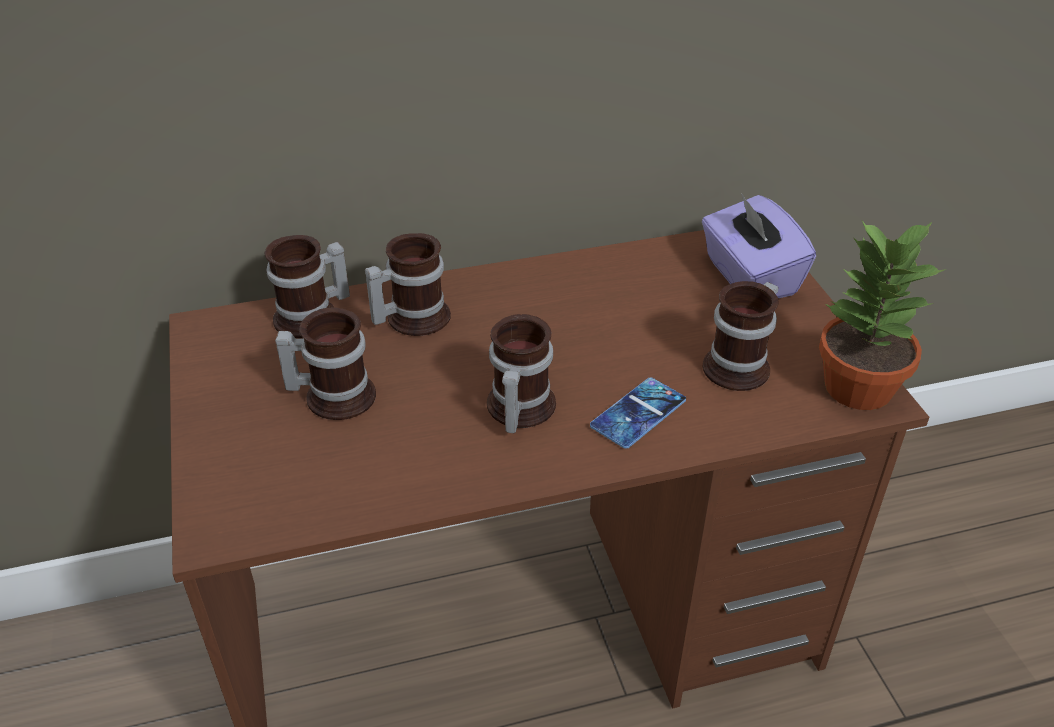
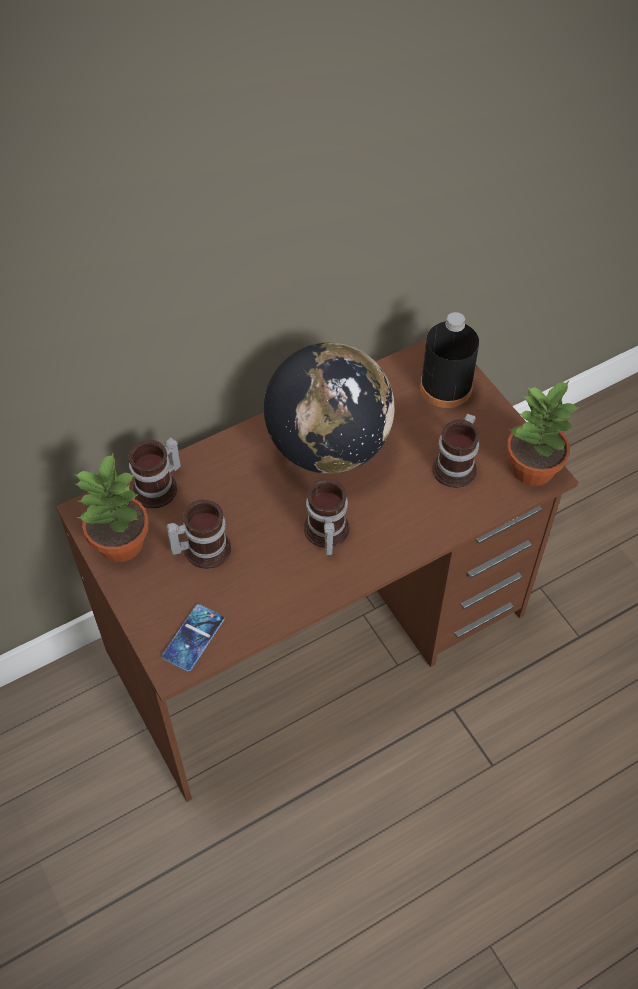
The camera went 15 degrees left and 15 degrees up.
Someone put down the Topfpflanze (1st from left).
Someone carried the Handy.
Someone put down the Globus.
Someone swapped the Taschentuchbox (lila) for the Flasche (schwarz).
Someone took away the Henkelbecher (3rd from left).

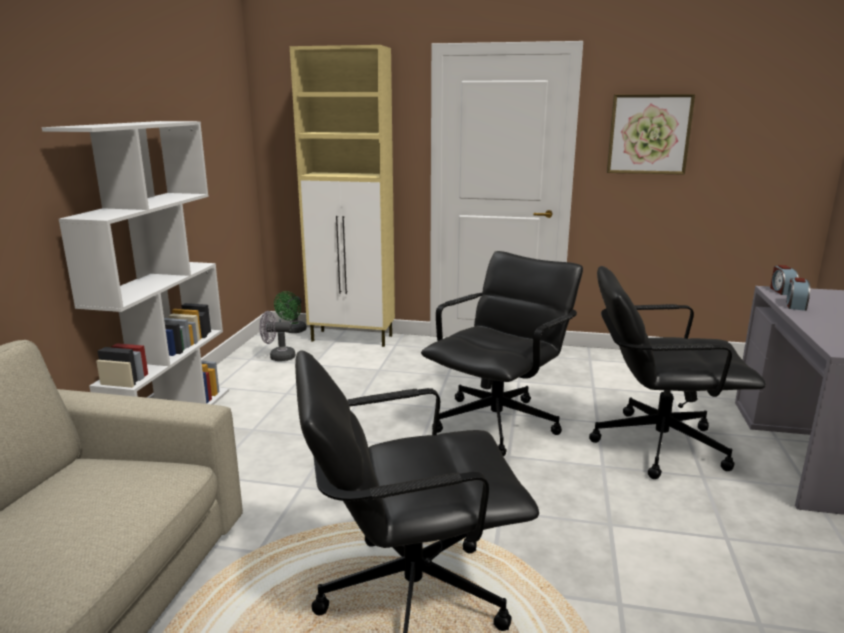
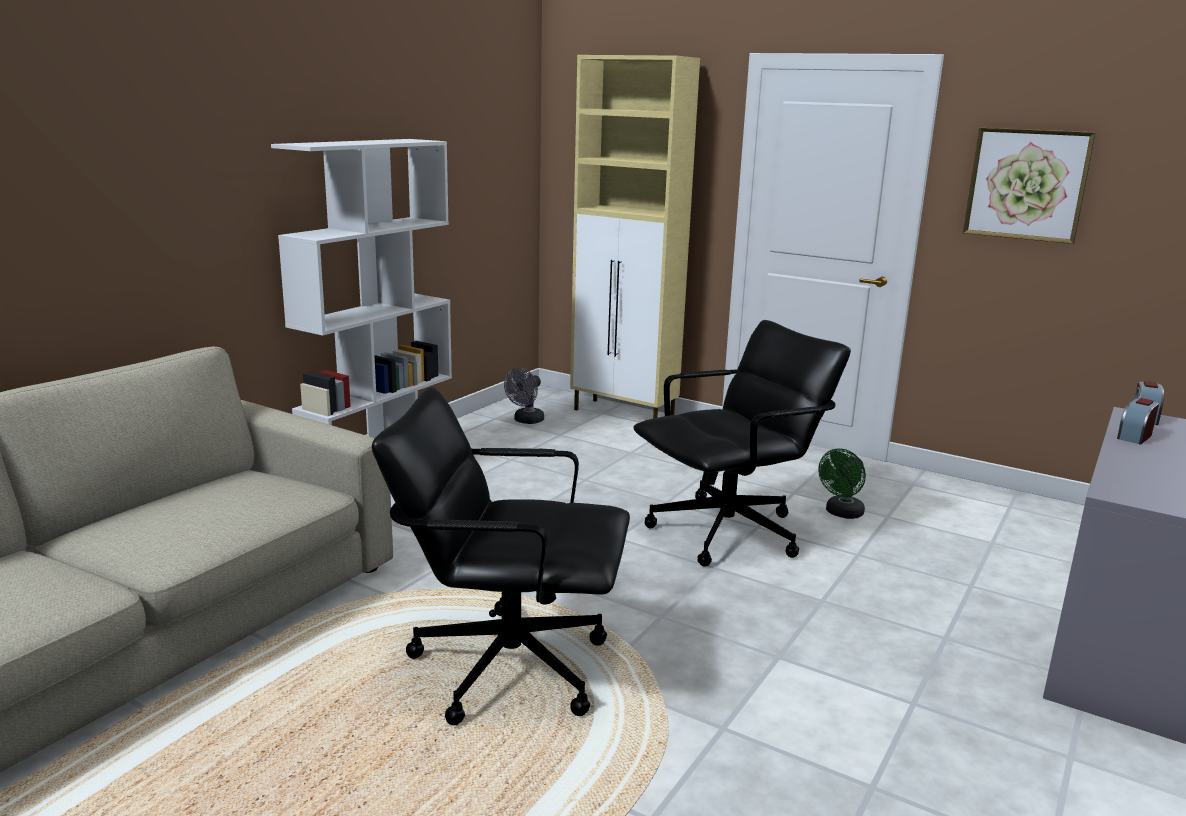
The camera went 20 degrees right and 0 degrees up.
Someone rotated the Ventilator (grau) by 75 degrees counterclockwise.
Someone carried the Ventilator (grün).
Someone took away the Bürostuhl (schwarz) (3rd from left).

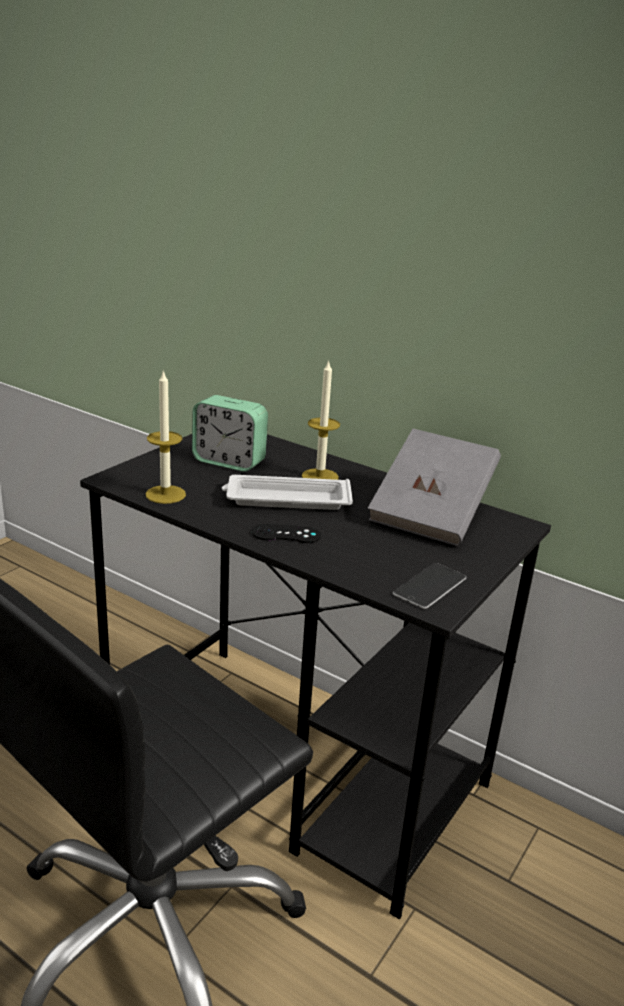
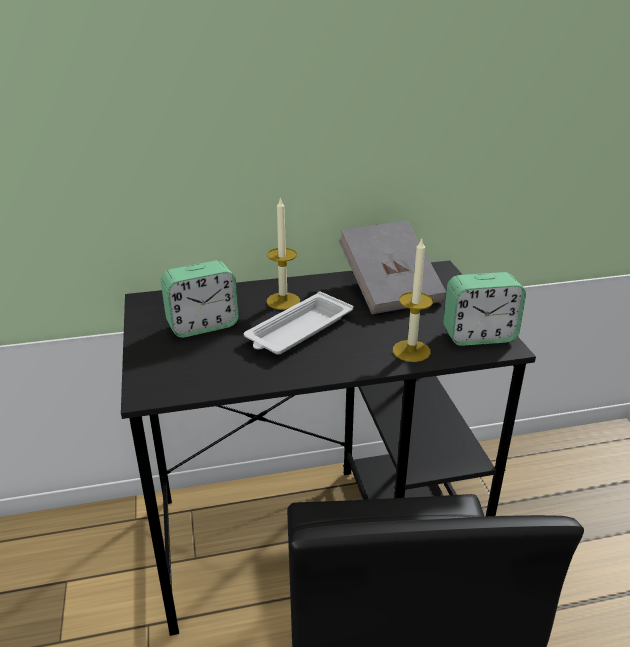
The camera went 45 degrees left and 5 degrees up.
Someone carried the Kerze (1st from left in the first image).
Someone swapped the Handy for the Wecker (2nd from left).
Someone took away the Gamepad (schwarz).

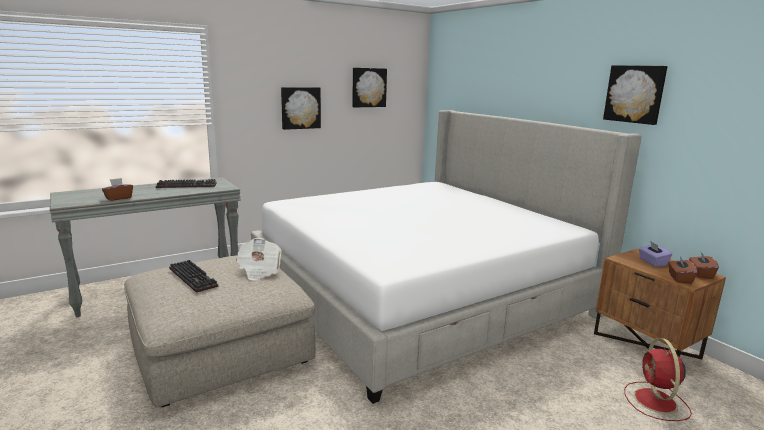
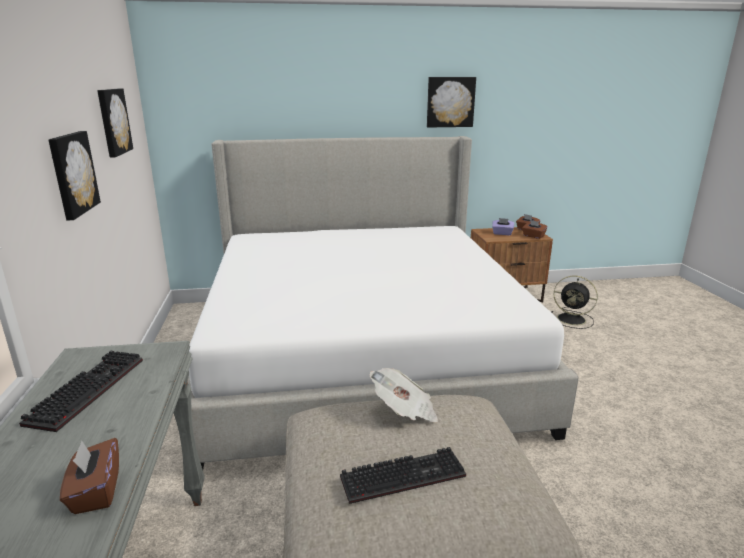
The camera went 65 degrees left and 5 degrees up.
Someone repainted the Ventilator (rot), which became the Ventilator (schwarz).

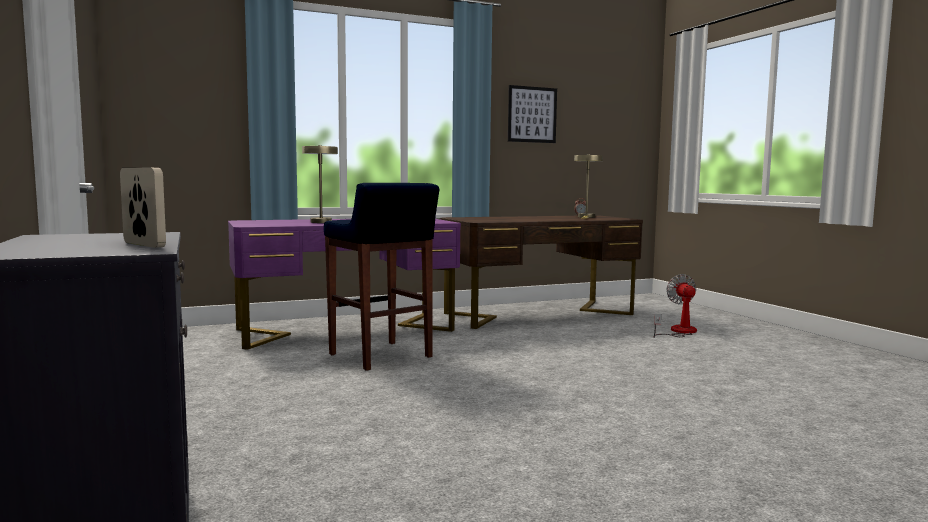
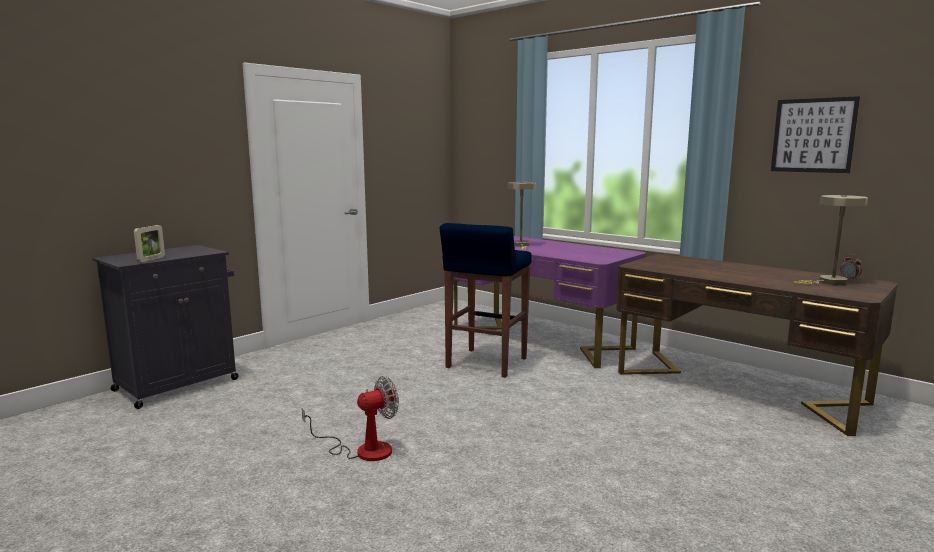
The camera went 65 degrees right and 5 degrees up.
Someone carried the Ventilator.

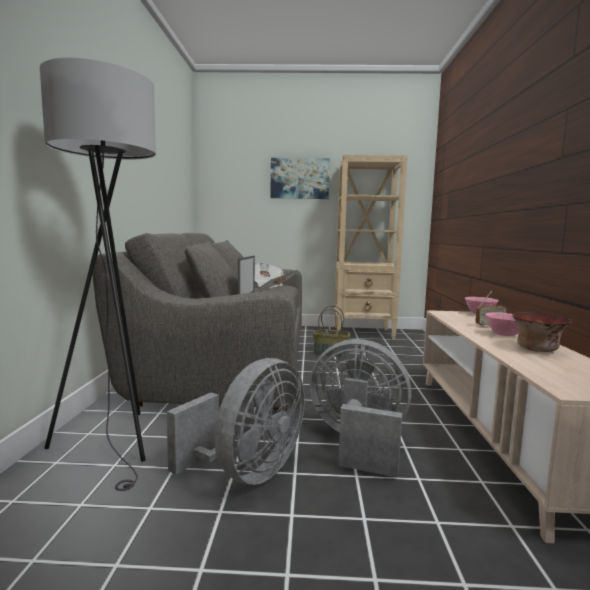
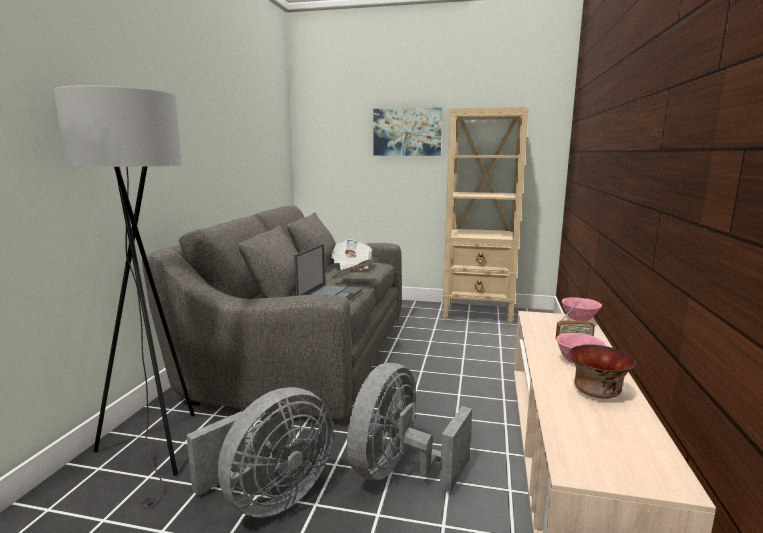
The camera went 10 degrees right and 5 degrees up.
Someone rotated the Ventilator (grau) (2nd from left) by 90 degrees counterclockwise.
Someone took away the Korb.

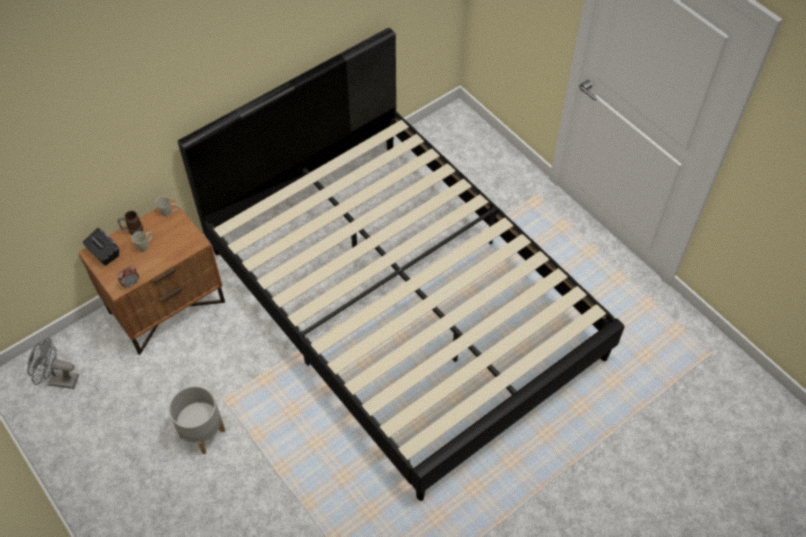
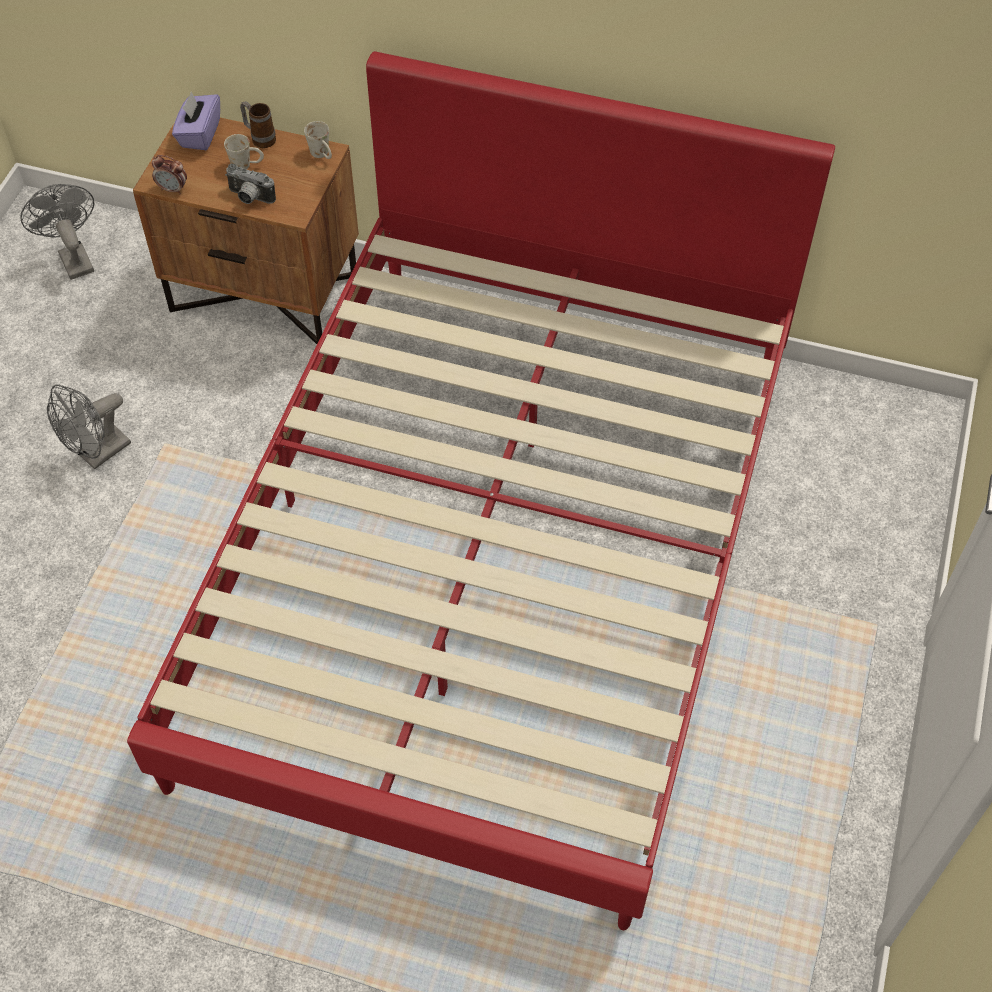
The camera went 55 degrees right and 0 degrees up.
Someone swapped the Pflanzkübel (grau) for the Ventilator (grau) (2nd from left).
Someone repainted the Bett (schwarz), which became the Bett (rot).
Someone repainted the Taschentuchbox (schwarz), which became the Taschentuchbox (lila).
Someone put down the Kamera.

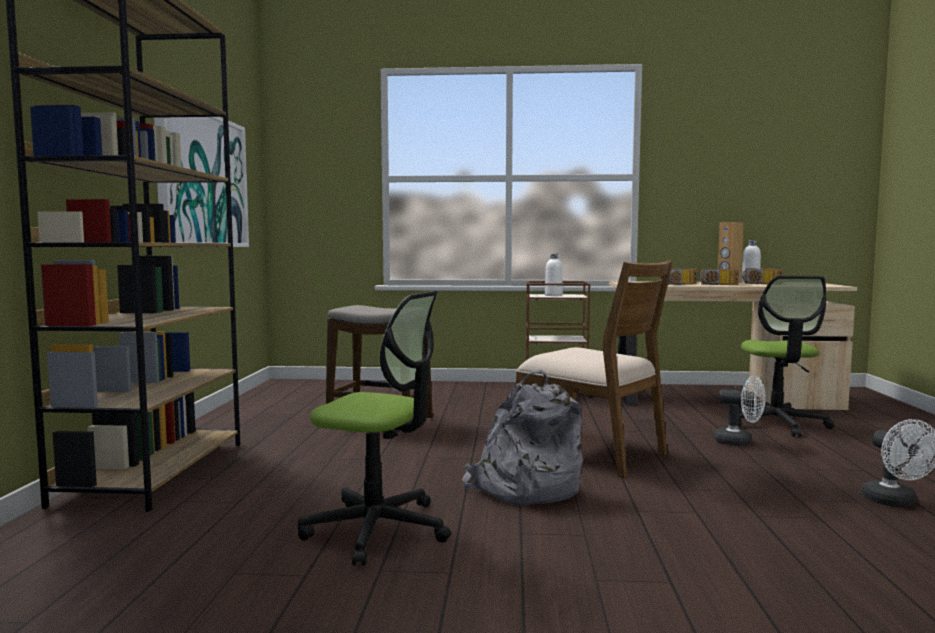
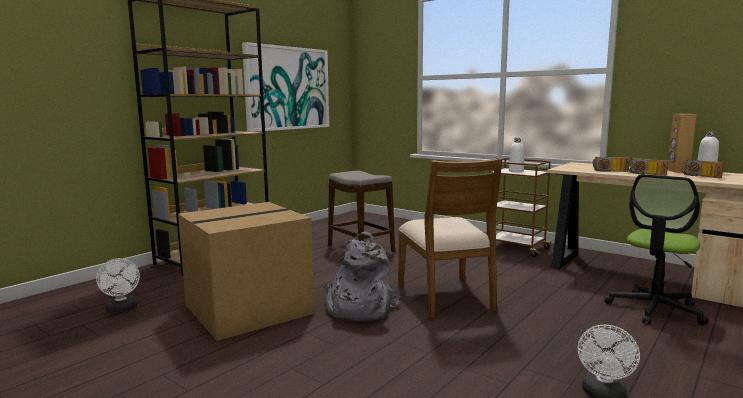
The camera went 35 degrees right and 5 degrees up.
Someone carried the Ventilator (weiß) (1st from left).
Someone swapped the Bürostuhl (1st from left) for the Karton.

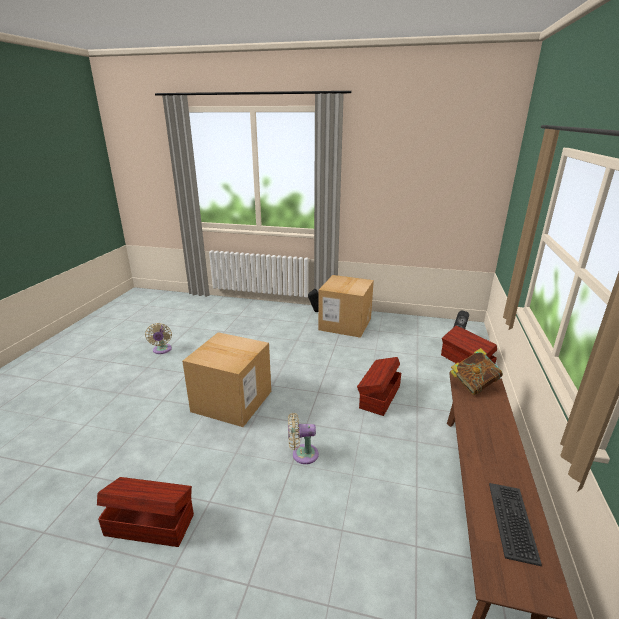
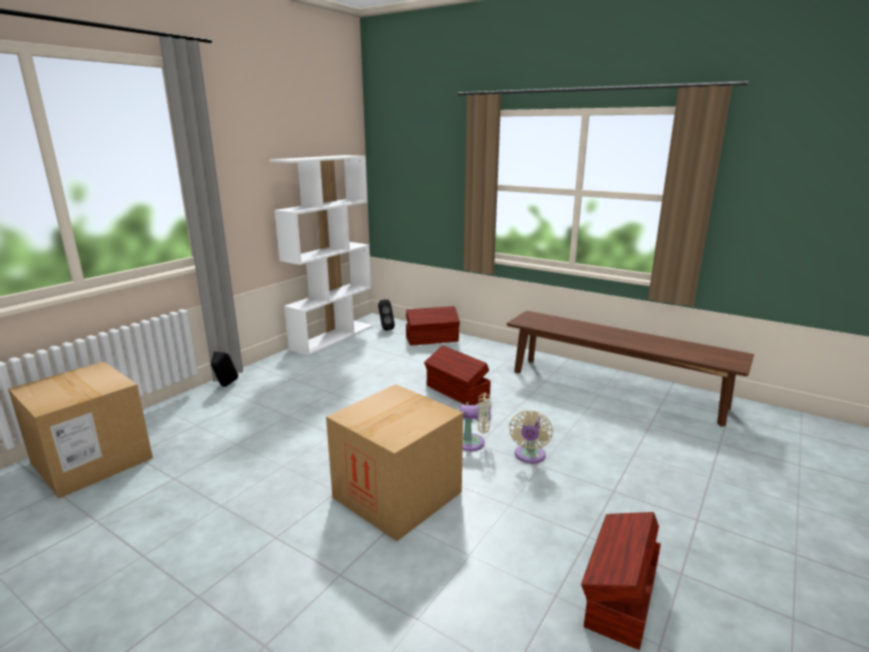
The camera went 70 degrees left and 5 degrees down.
Someone carried the Karton (2nd from left in the first image).
Someone put down the Bücherregal (weiß).
Someone carried the Ventilator (beige) (1st from left).
Someone took away the Buch.
Someone took away the Tastatur.

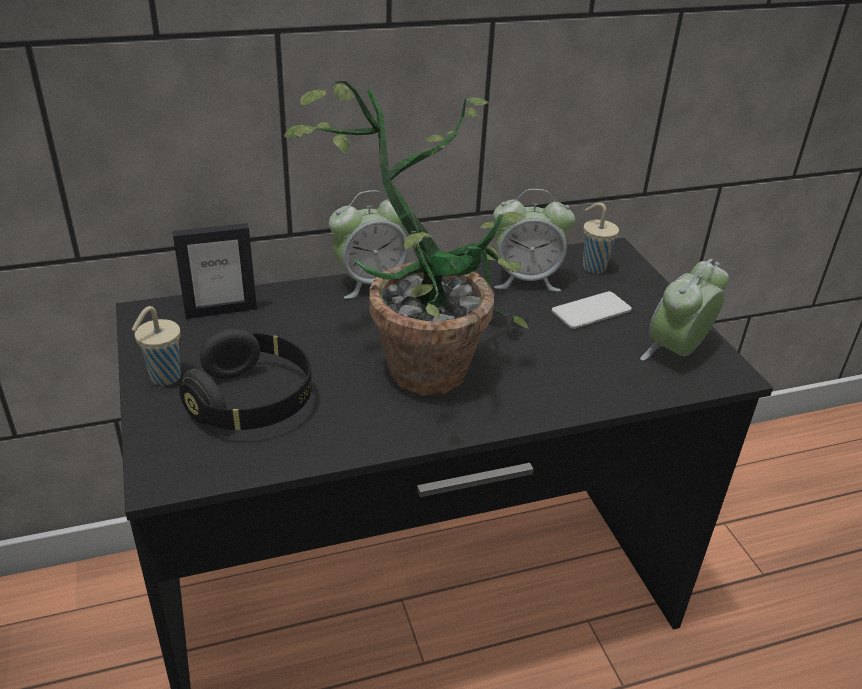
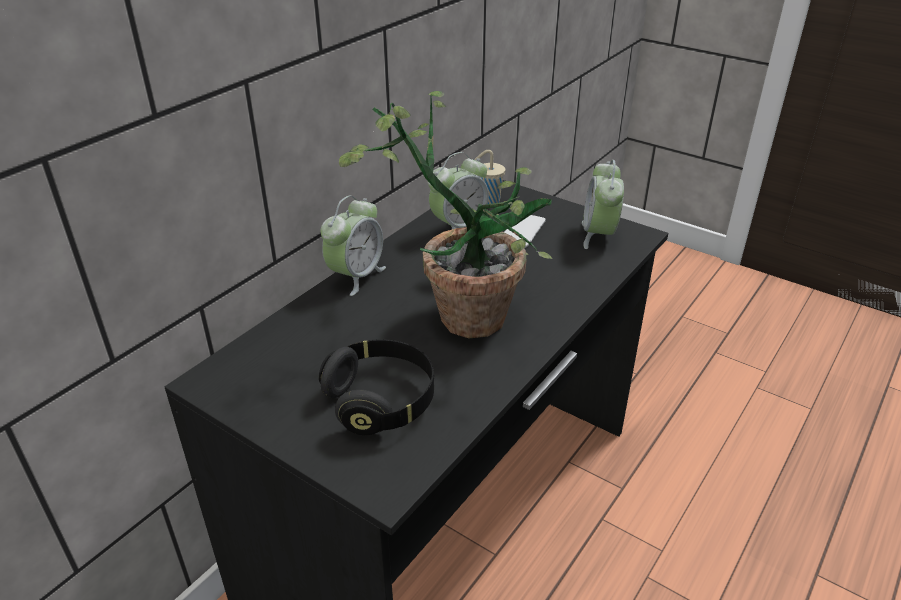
The camera went 35 degrees left and 0 degrees up.
Someone took away the Tasse (beige) (1st from left).
Someone took away the Bilderrahmen.

